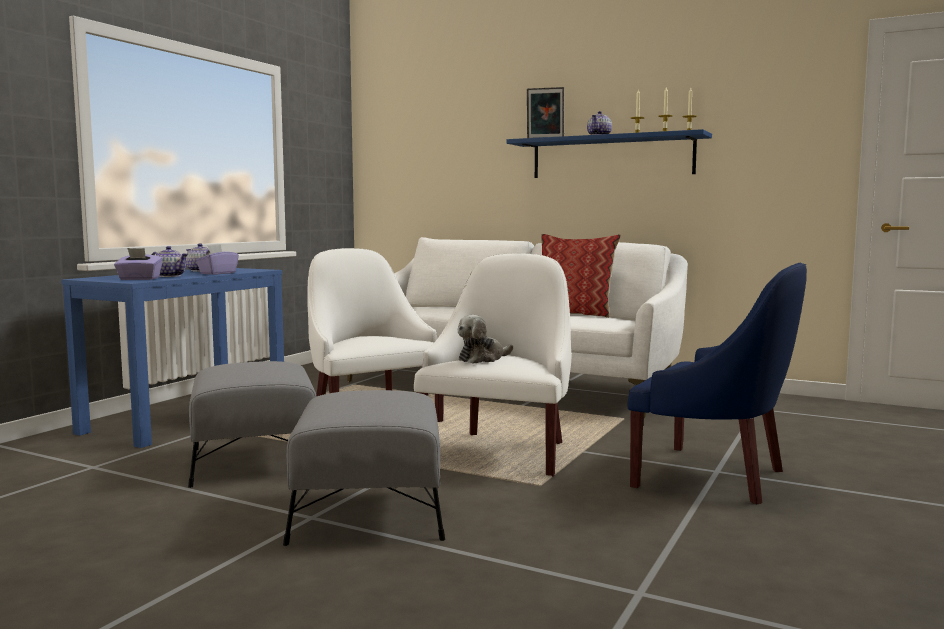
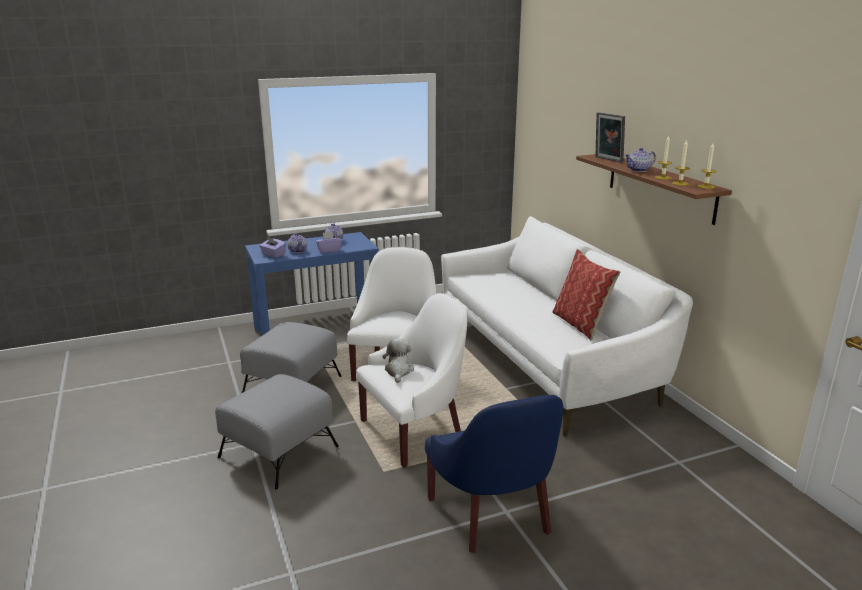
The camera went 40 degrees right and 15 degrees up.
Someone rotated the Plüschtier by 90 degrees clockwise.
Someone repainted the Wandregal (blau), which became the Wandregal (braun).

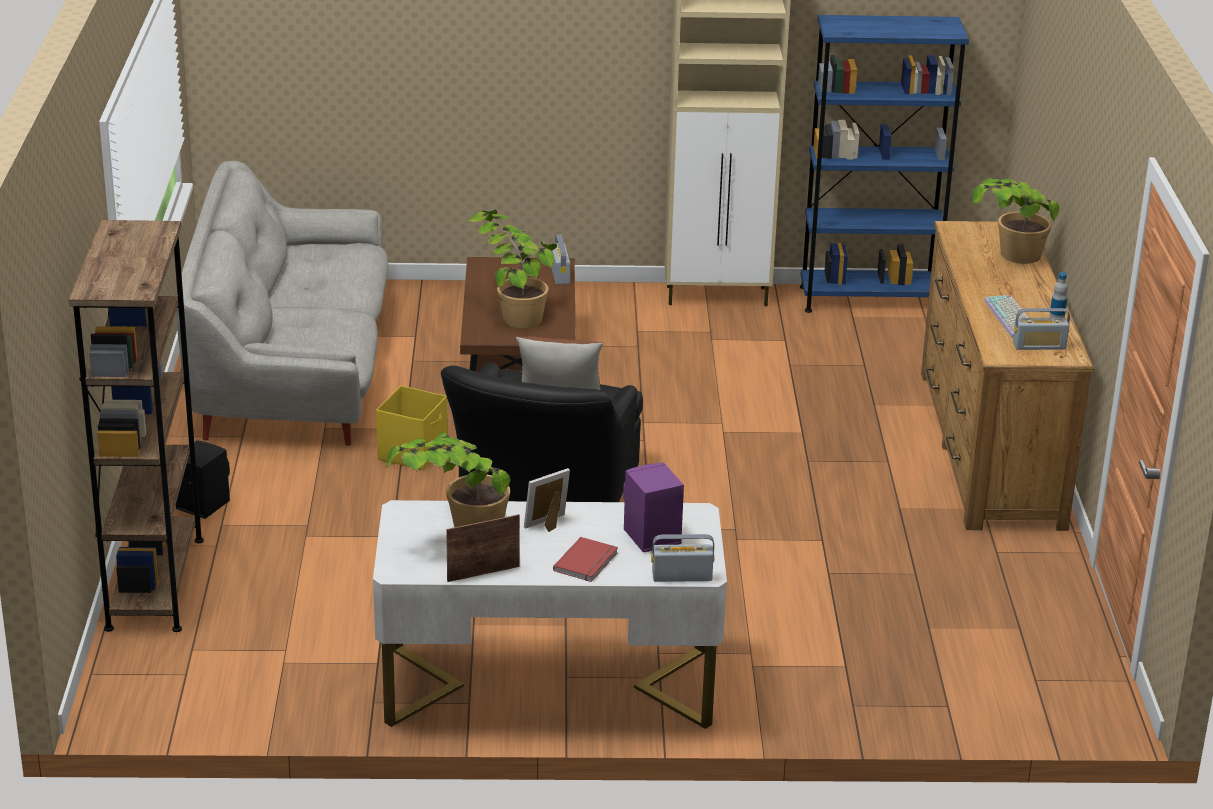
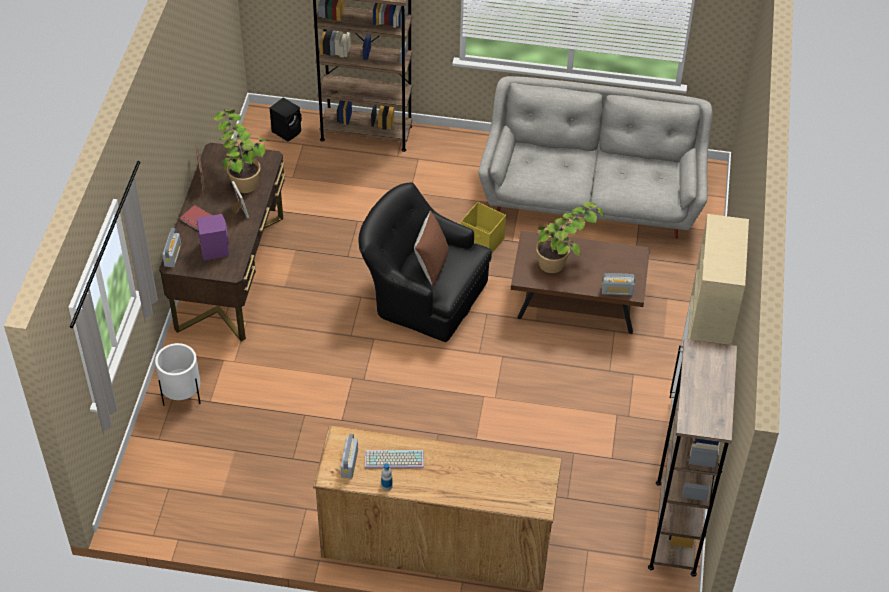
The camera went 100 degrees right and 20 degrees up.
Someone put down the Pflanzkübel (weiß).
Someone repainted the Schreibtisch (weiß), which became the Schreibtisch (braun).
Someone carried the Lautsprecher (schwarz).
Someone repainted the Bücherregal (blau), which became the Bücherregal (braun) (2nd from left).
Someone took away the Topfpflanze (3rd from left).

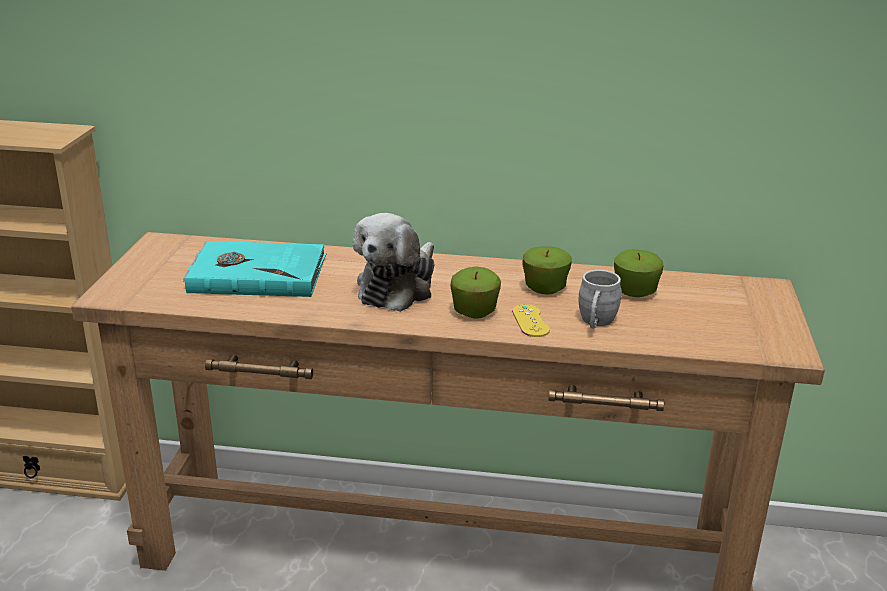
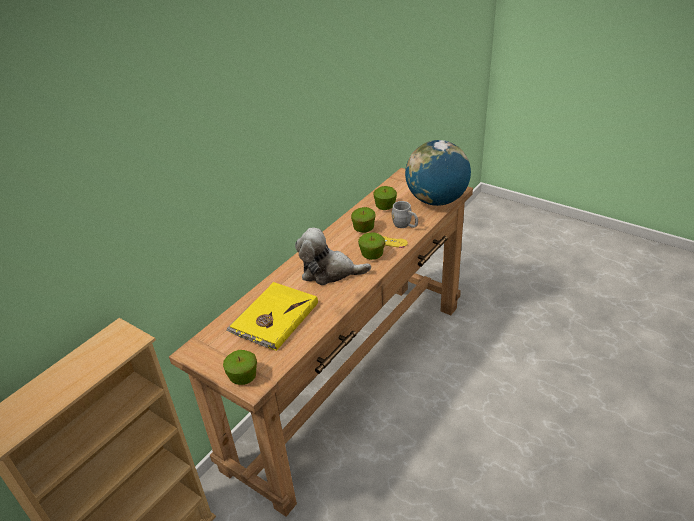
The camera went 60 degrees left and 10 degrees up.
Someone put down the Apfel (1st from left).
Someone repainted the Buch (türkis), which became the Buch (gelb).
Someone rotated the Plüschtier by 135 degrees clockwise.
Someone put down the Globus.

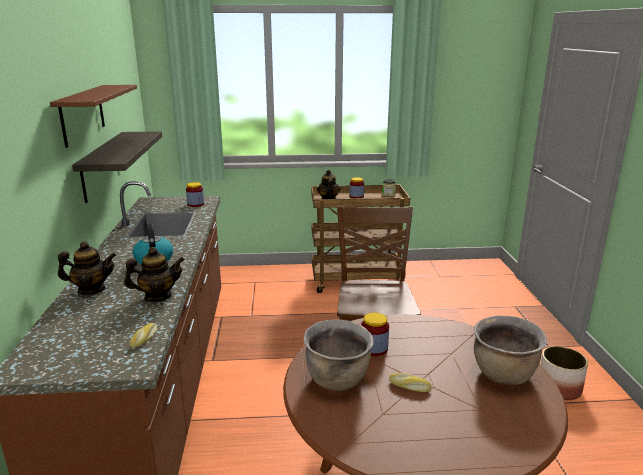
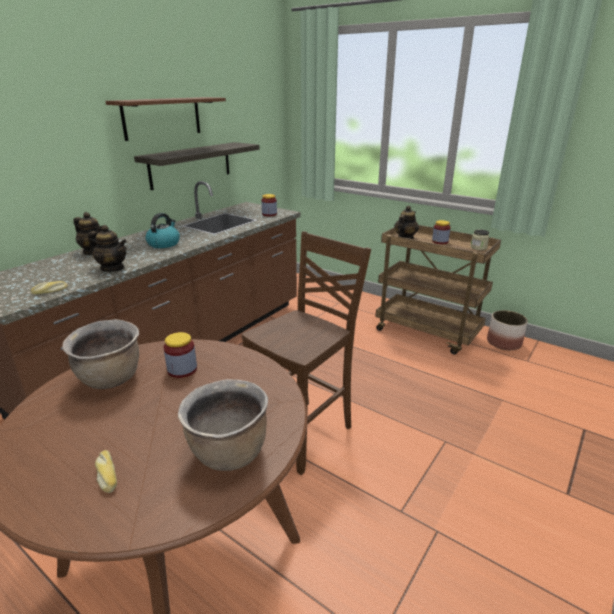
The camera went 40 degrees right and 5 degrees up.
Someone carried the Brot (2nd from left).
Someone carried the Pflanzkübel.

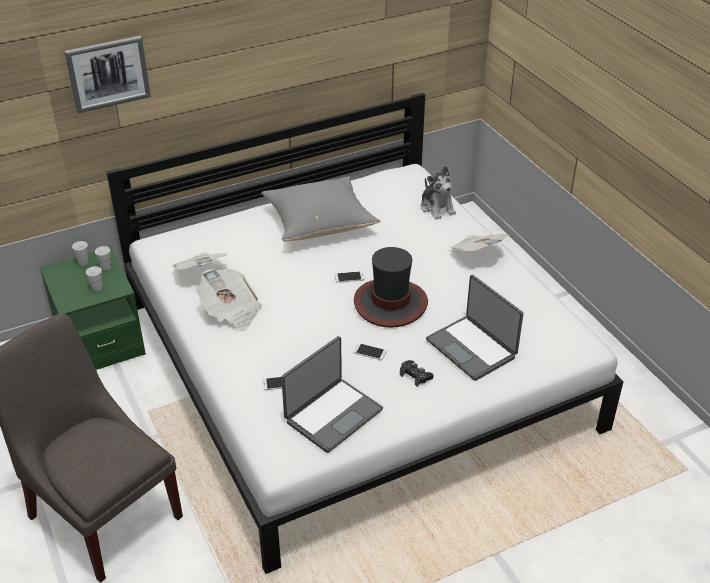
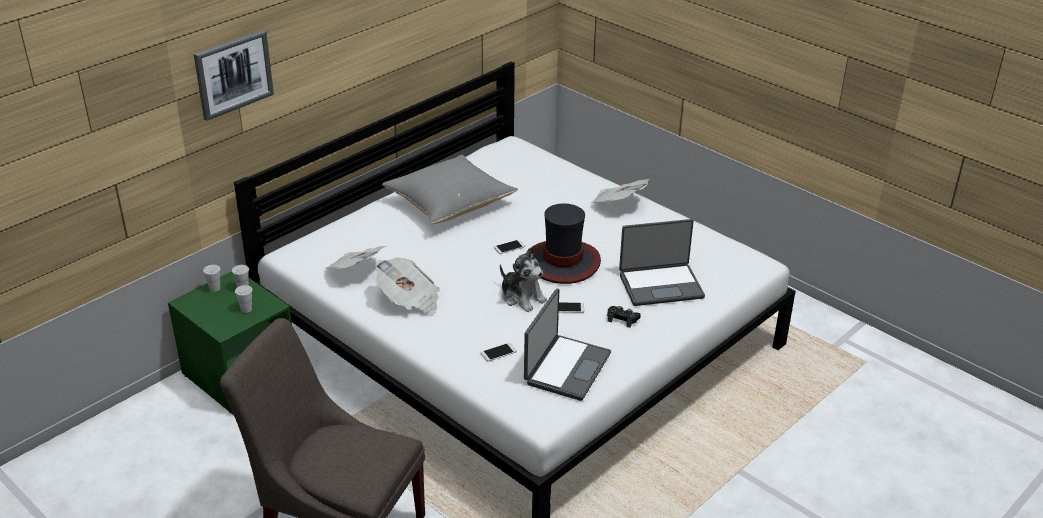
The camera went 20 degrees left and 5 degrees down.
Someone carried the Plüschtier.
Someone rotated the Laptop (2nd from left) by 45 degrees counterclockwise.

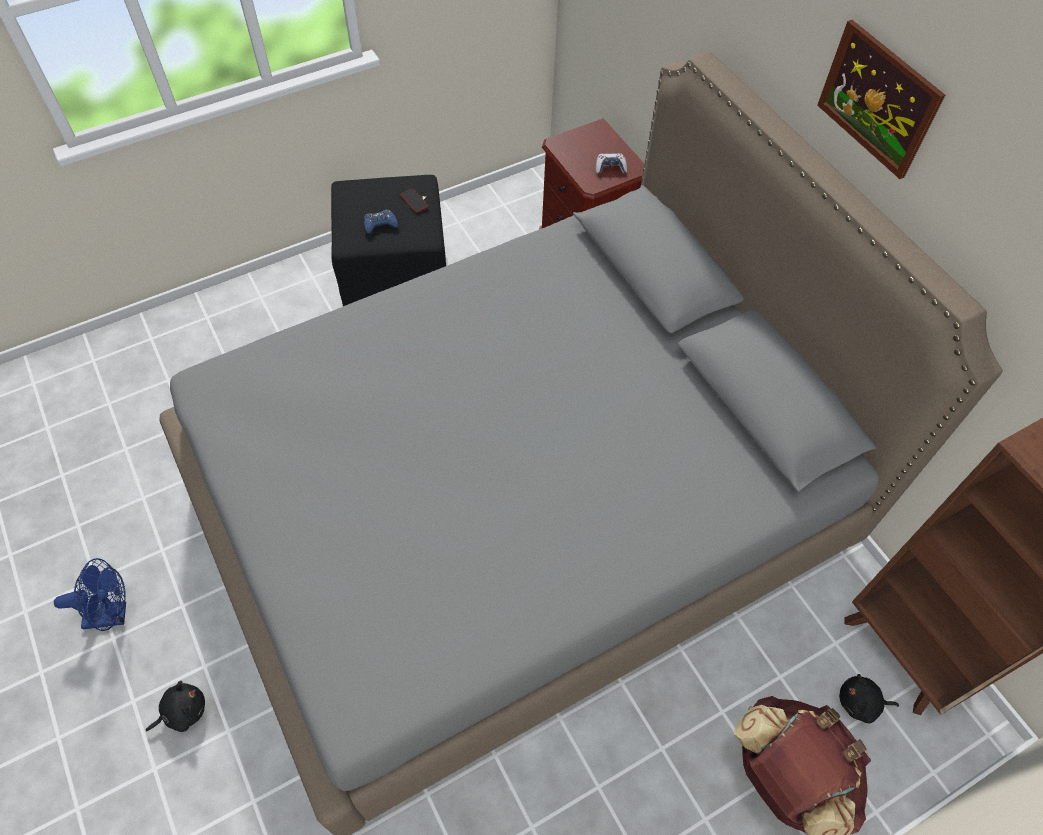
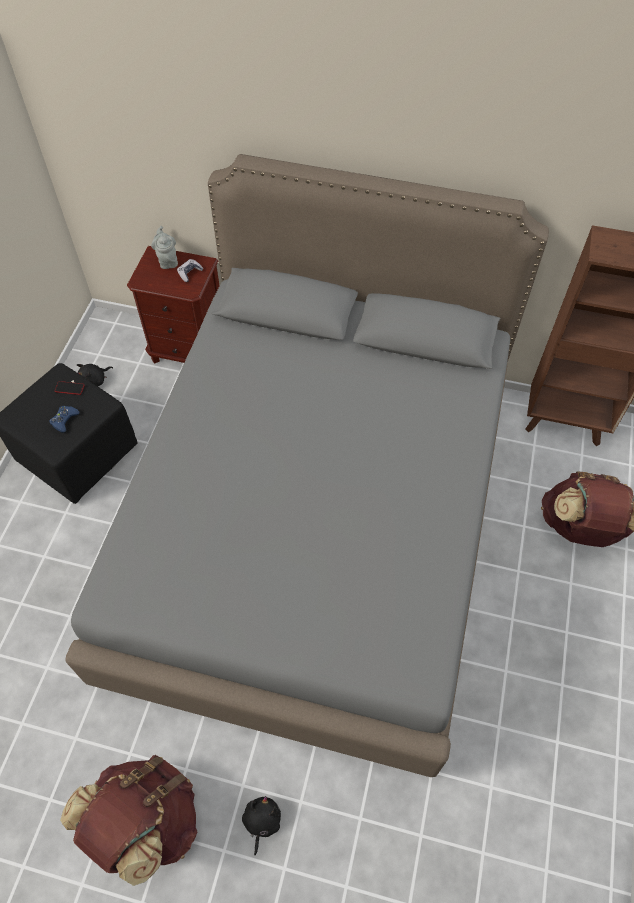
The camera went 45 degrees left and 0 degrees up.
Someone swapped the Ventilator (blau) for the Rucksack (braun) (1st from left).
Someone carried the Plüschtier (schwarz) (2nd from left in the first image).
Someone put down the Teekanne (grau).
Someone took away the Bild.

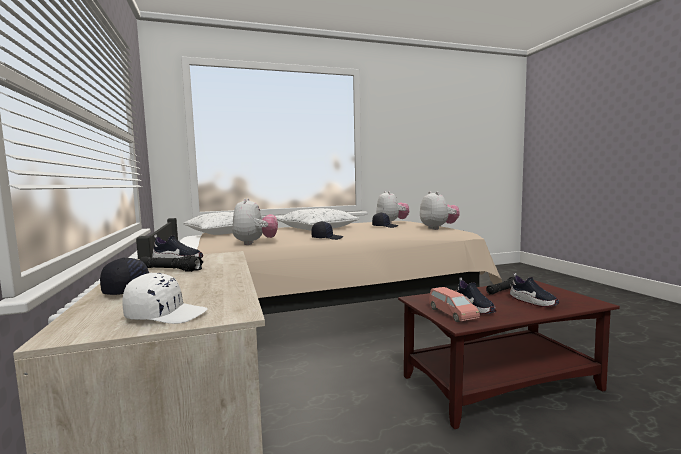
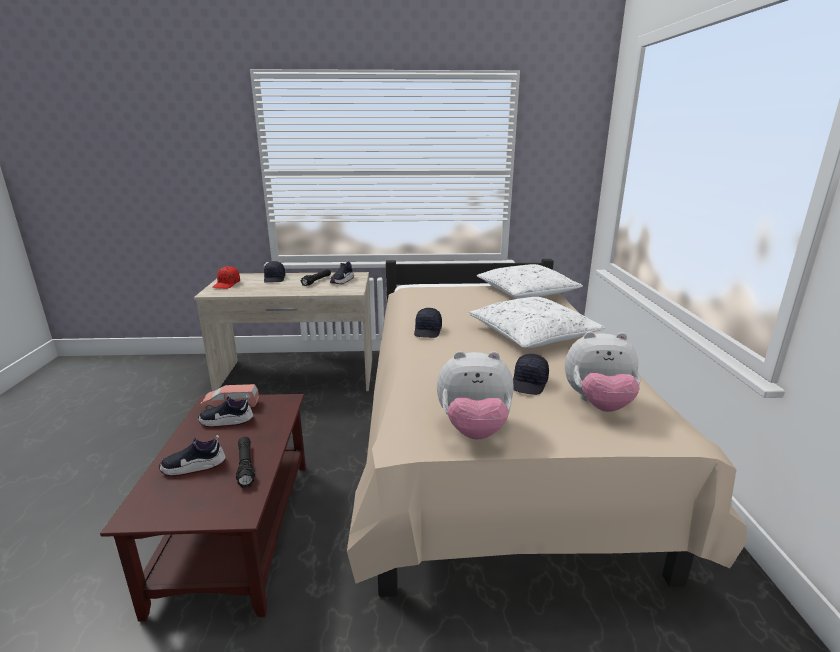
The camera went 105 degrees right and 15 degrees up.
Someone repainted the Kappe (weiß), which became the Kappe (rot).
Someone took away the Plüschtier (1st from left).

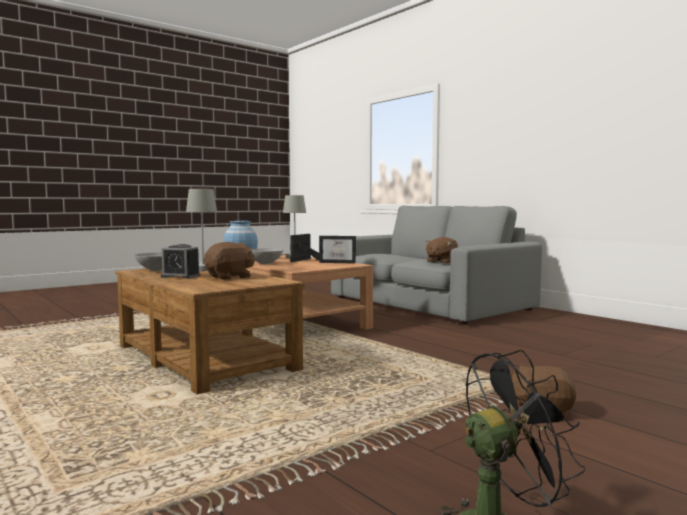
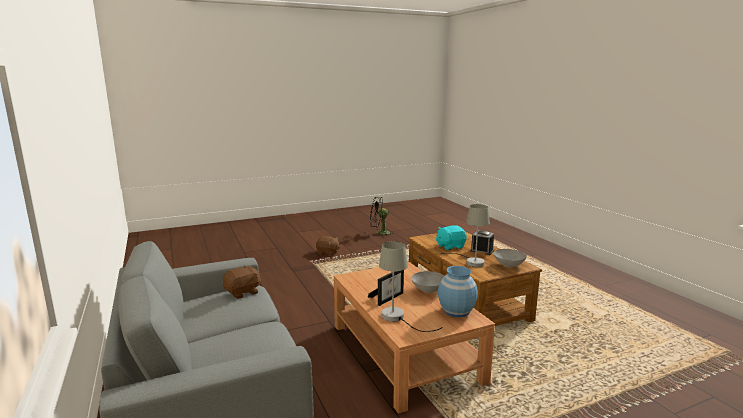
The camera went 165 degrees left and 10 degrees up.
Someone repainted the Plüschtier (braun) (1st from left), which became the Plüschtier (türkis).
Someone took away the Bilderrahmen (2nd from left).

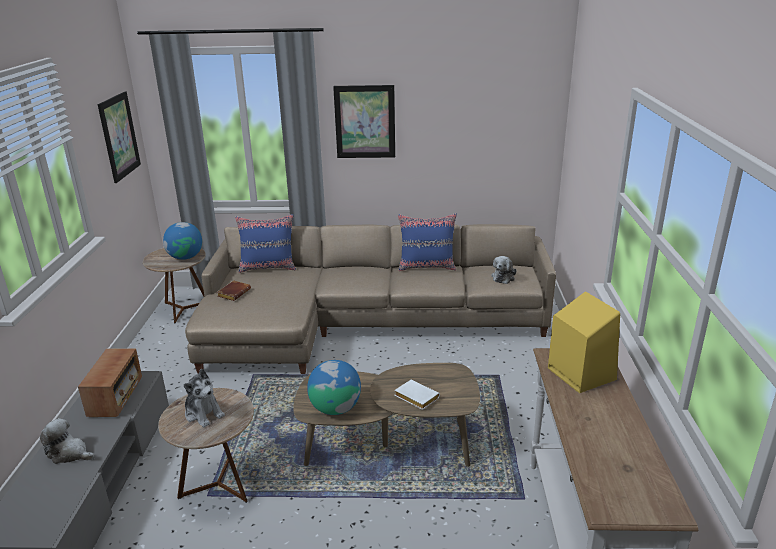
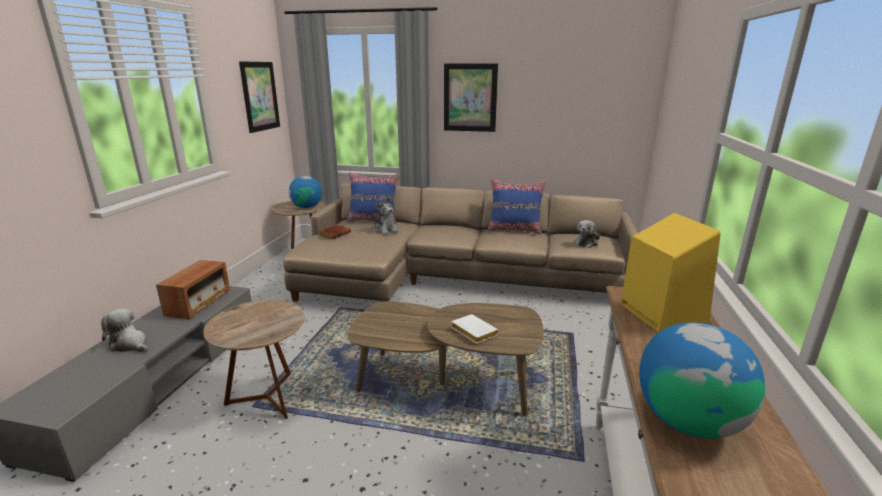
The camera went 10 degrees right and 5 degrees down.
Someone carried the Plüschtier (2nd from left).
Someone carried the Globus (2nd from left).

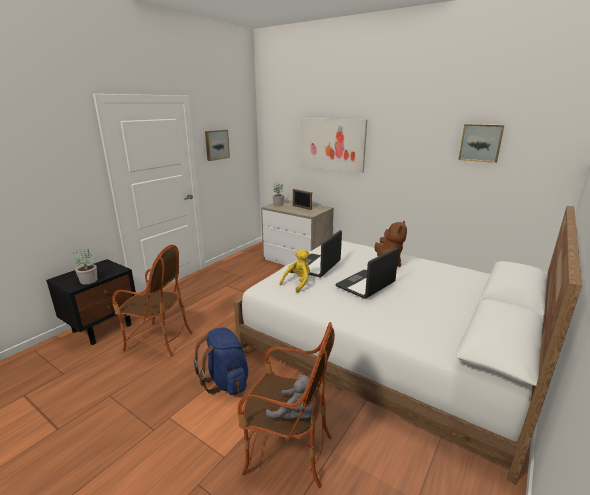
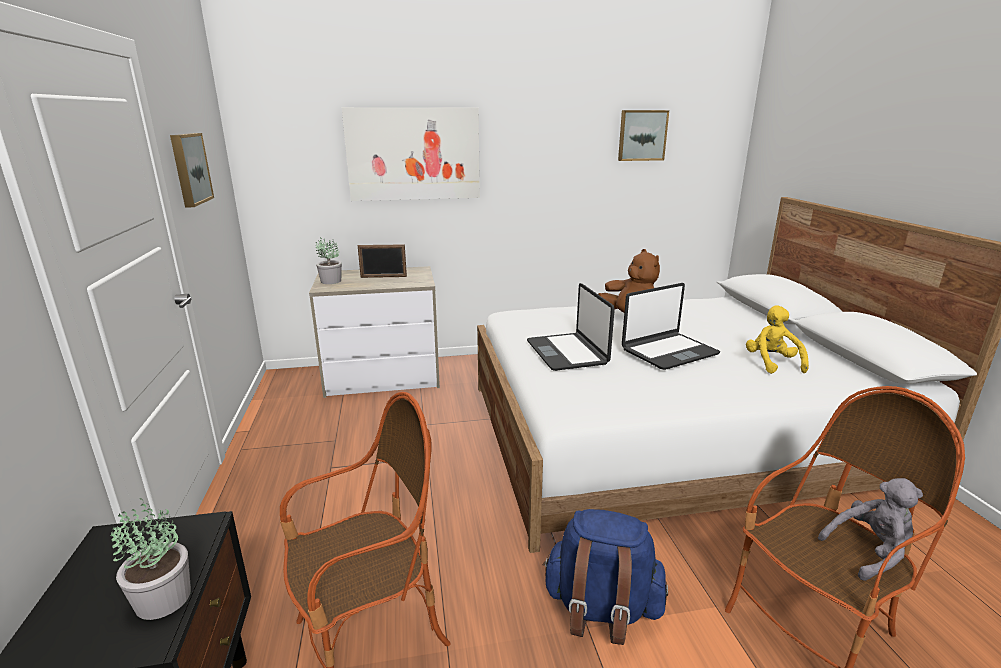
The camera went 45 degrees left and 0 degrees up.
Someone rotated the Laptop (2nd from left) by 120 degrees counterclockwise.
Someone carried the Plüschtier (gelb).

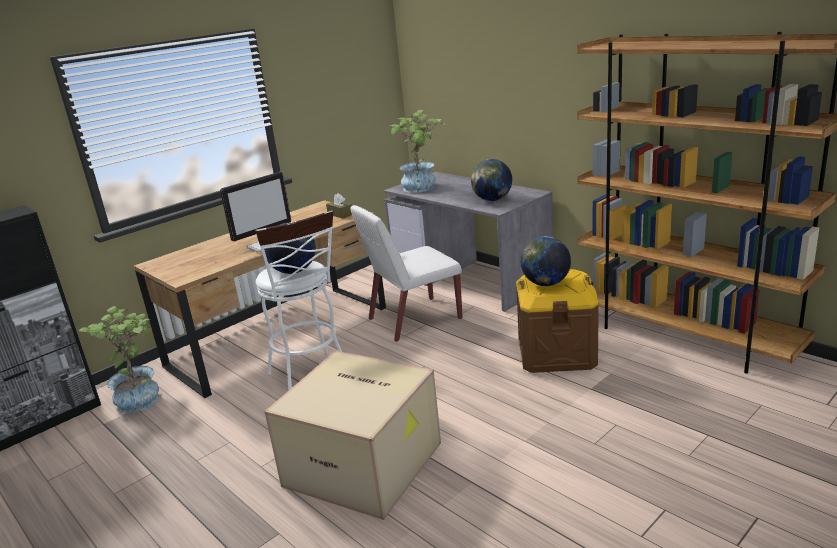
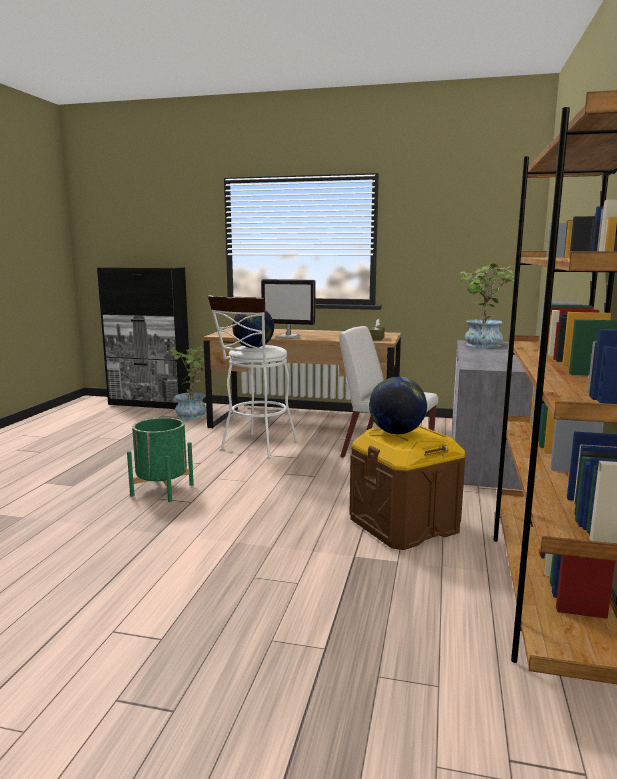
The camera went 55 degrees right and 10 degrees down.
Someone swapped the Karton for the Pflanzkübel (grün).
Someone took away the Globus (2nd from left).

